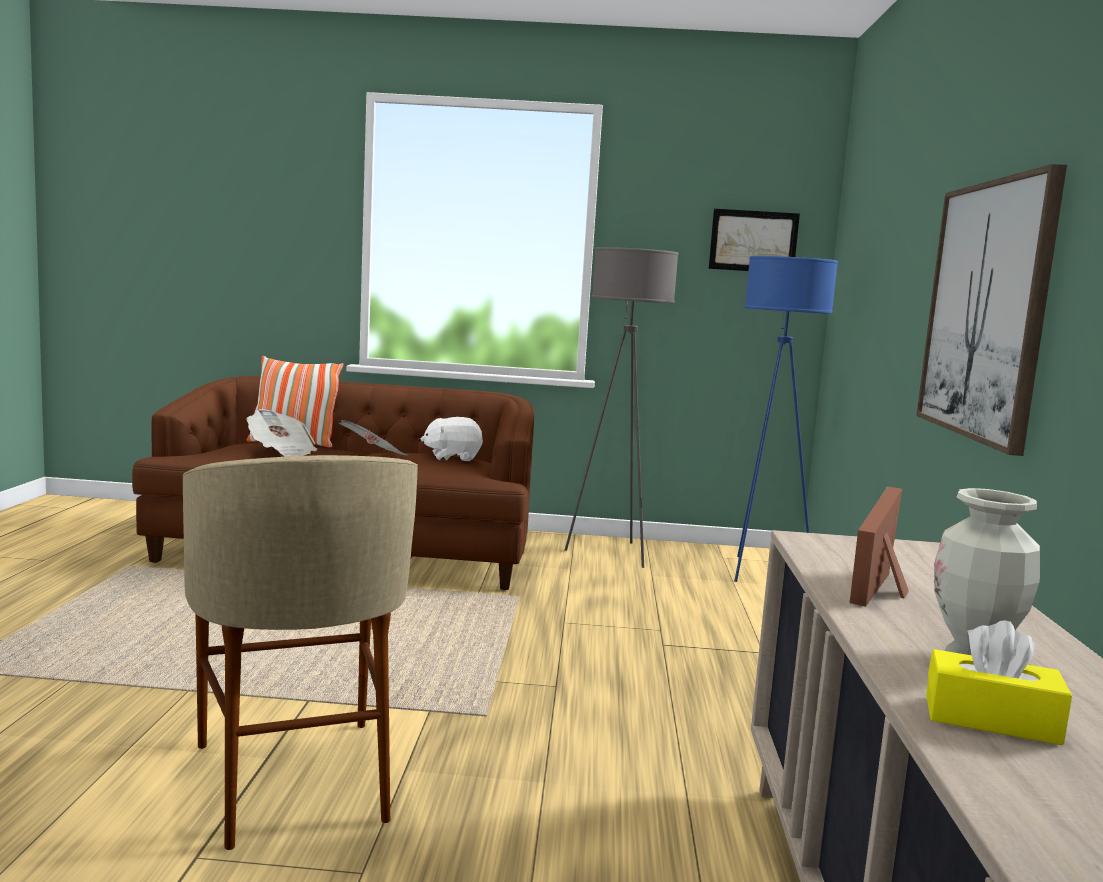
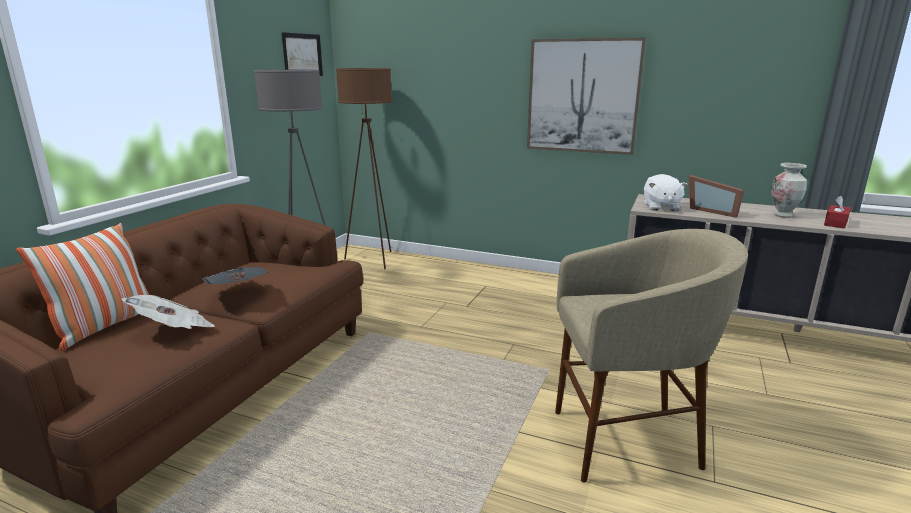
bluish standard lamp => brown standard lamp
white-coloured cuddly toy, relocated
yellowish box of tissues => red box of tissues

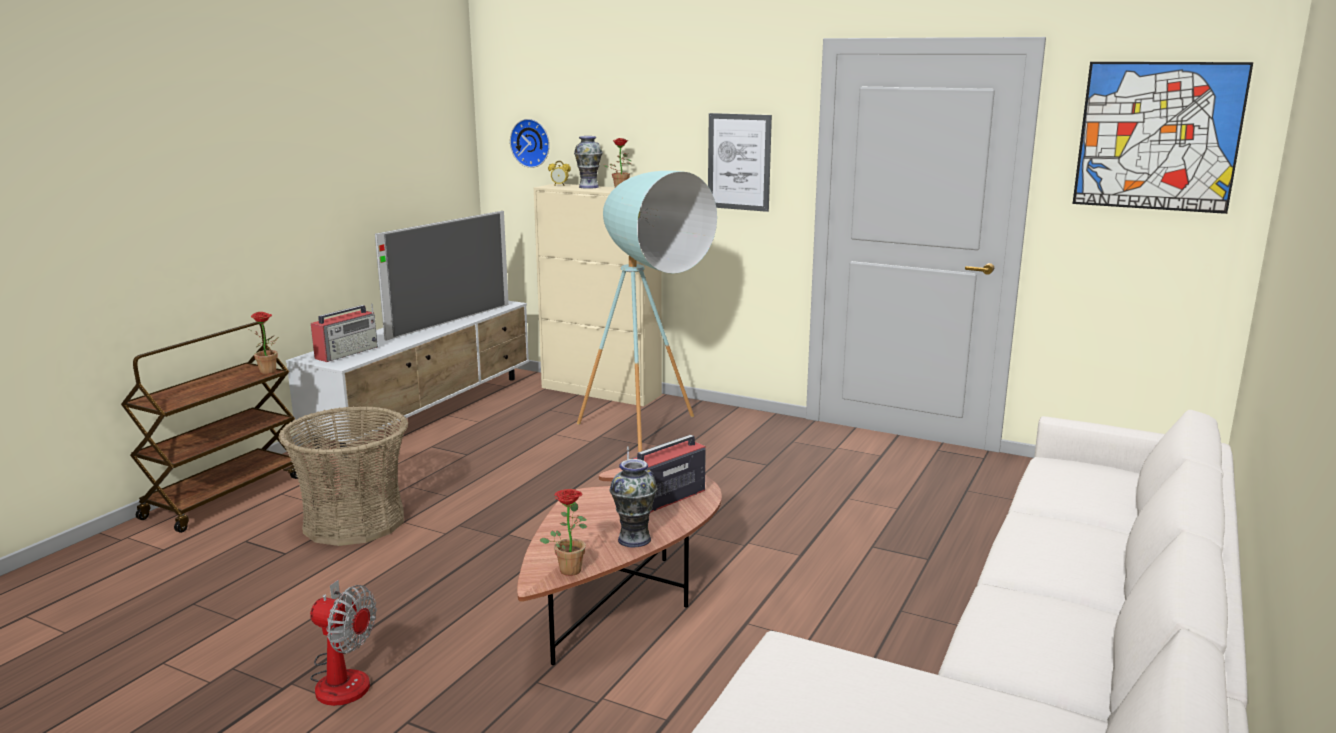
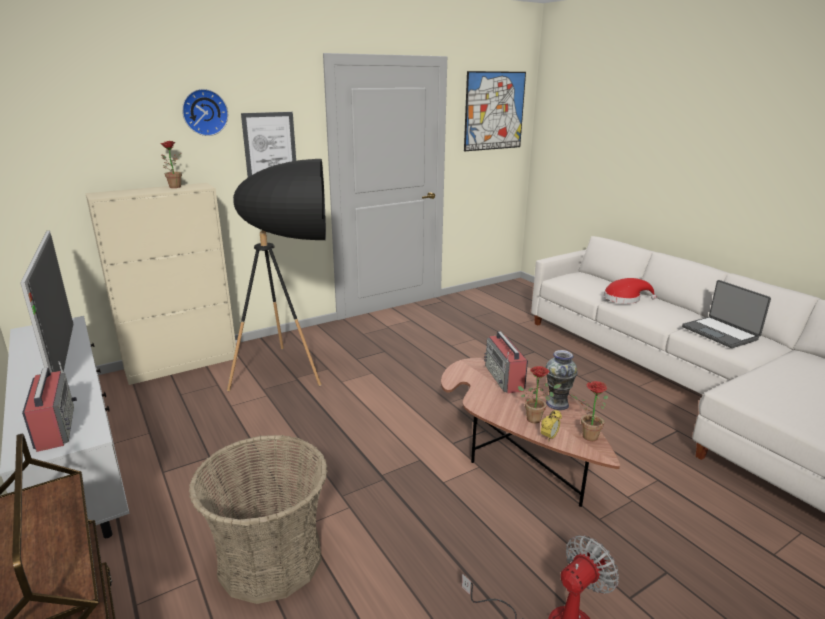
hanging clock, relocated
blue-green standard lamp => black standard lamp
potted plant (no. 1 from left in the first image) => potted plant (no. 2 from left), relocated
table clock, relocated
nothing => red clothing hat
nothing => portable computer
vase (no. 1 from left) => nothing

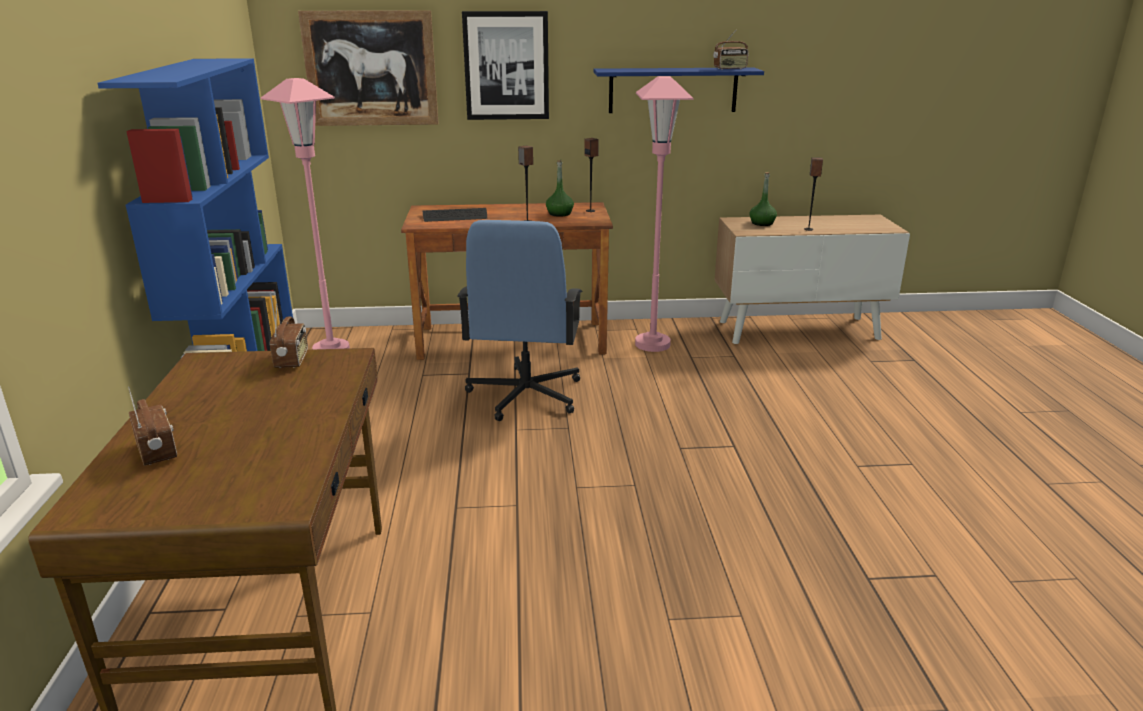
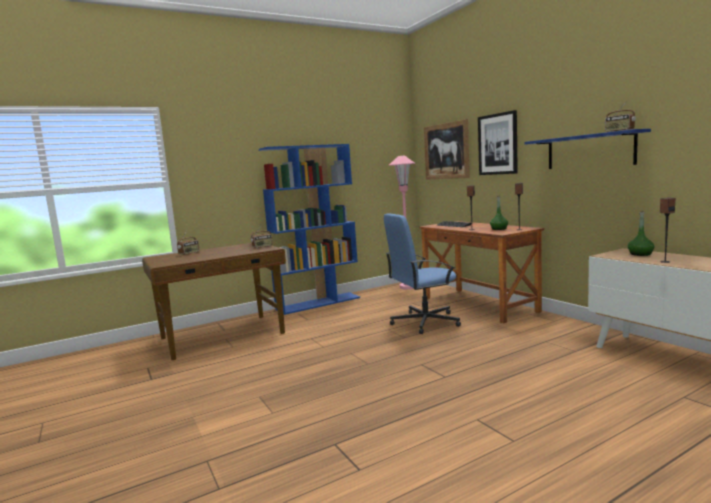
pink-coloured standard lamp (no. 2 from left) => nothing

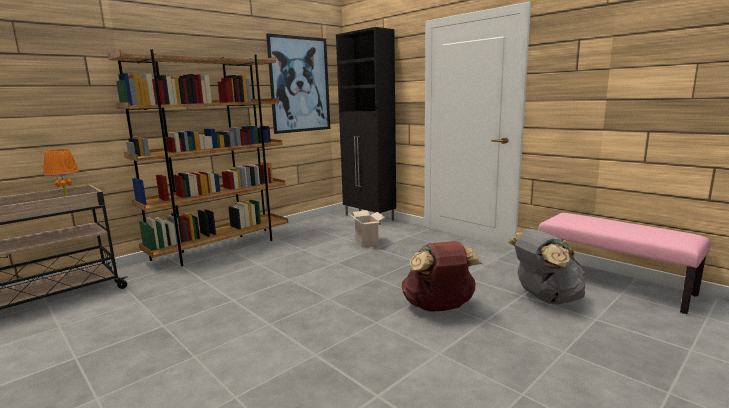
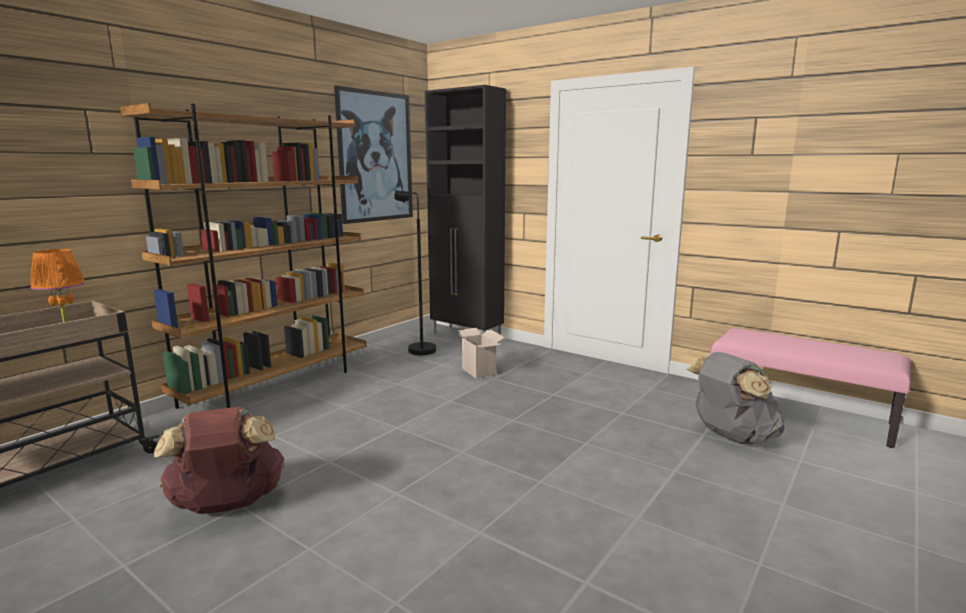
brown rucksack, relocated
nothing => black standard lamp

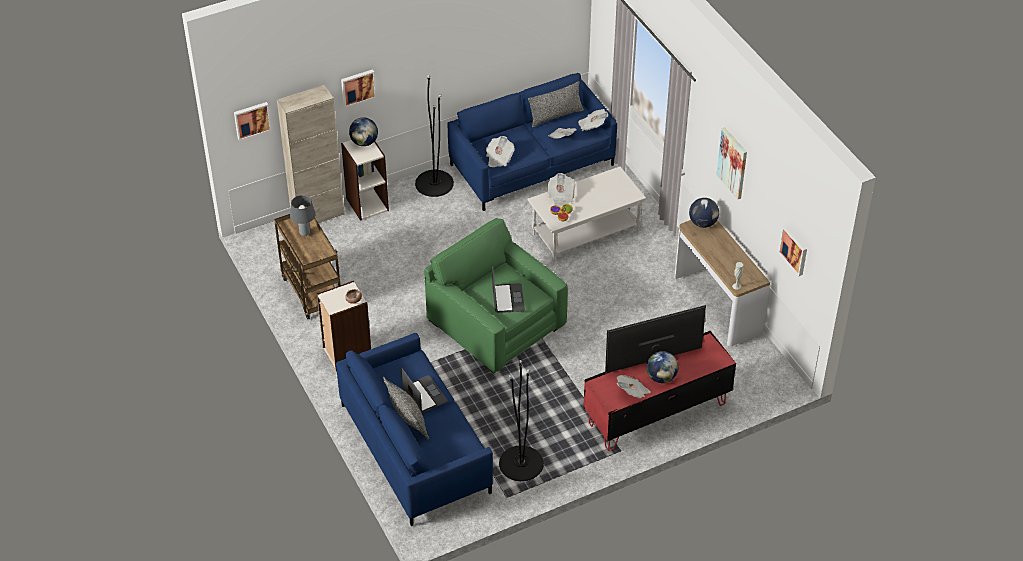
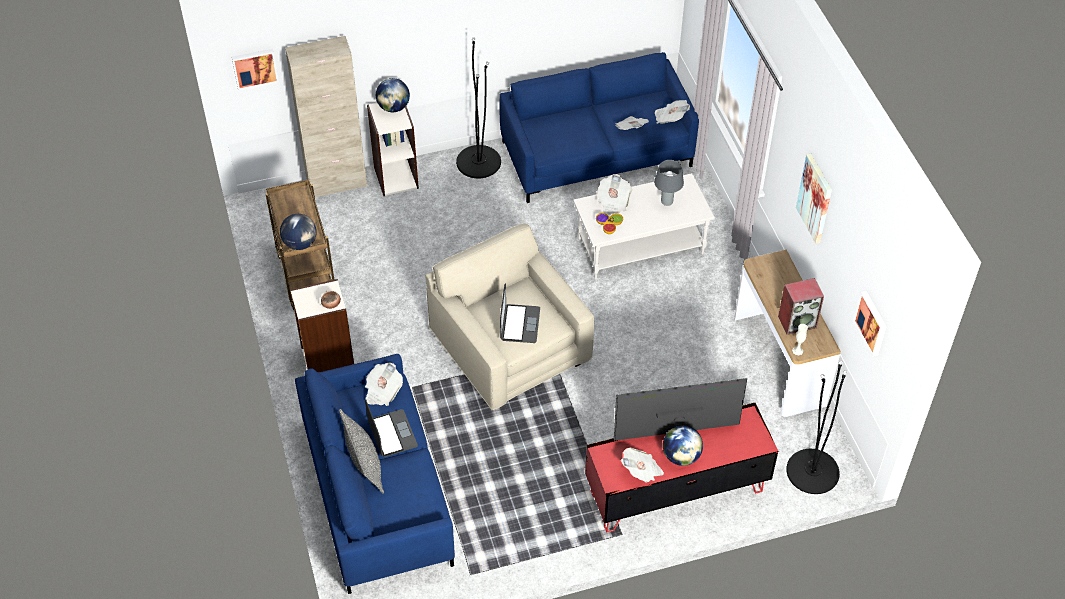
world globe (no. 3 from left in the first image) => world globe (no. 1 from left), relocated
daily paper (no. 1 from left), relocated
green lounge chair => beige-coloured lounge chair
grey tabletop lamp, relocated
nothing => loudspeaker
black standard lamp (no. 2 from left), relocated
wall picture (no. 2 from left) => nothing
grey pillow (no. 2 from left) => nothing

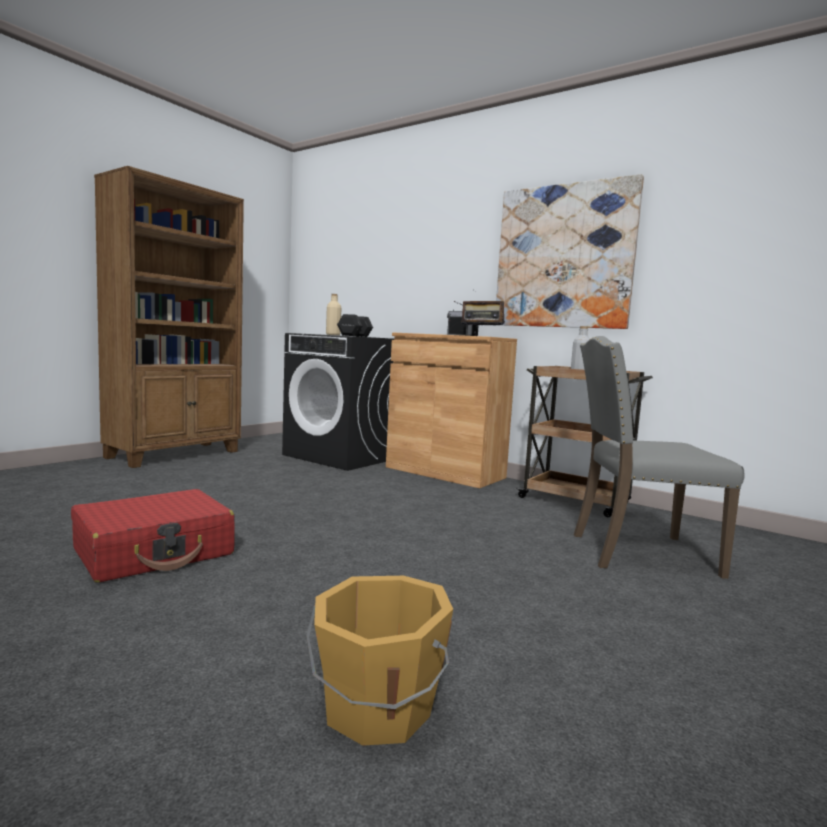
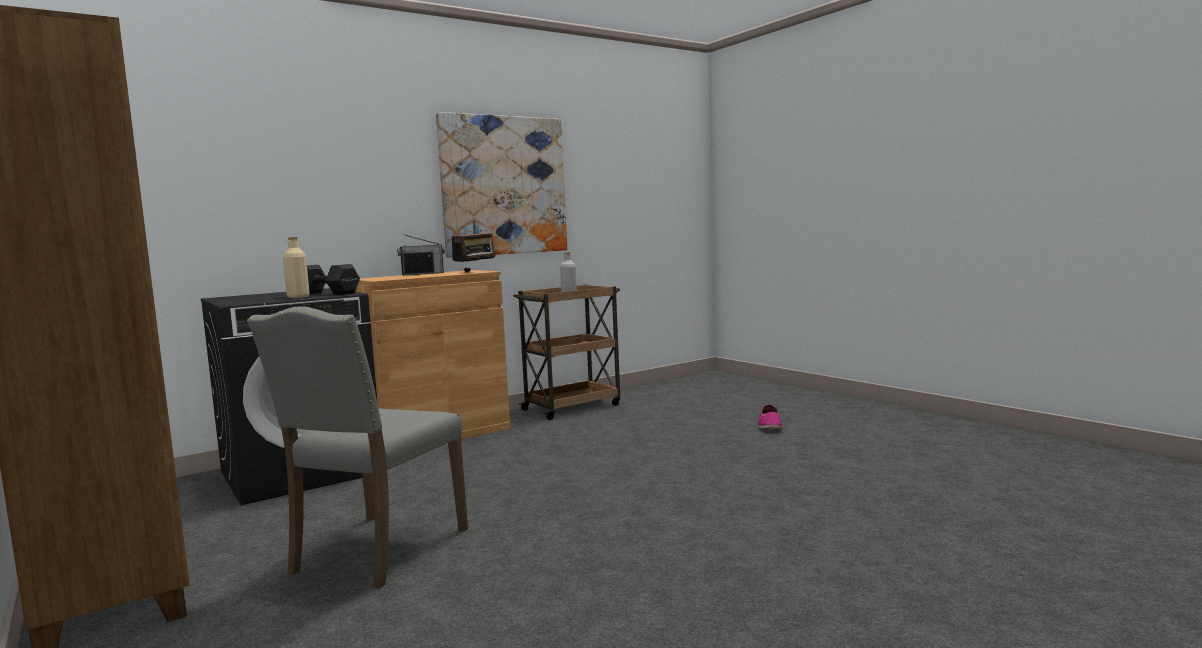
grey plain chair, relocated
nothing => item of footwear
red travel case => nothing
orange-coloured bucket => nothing

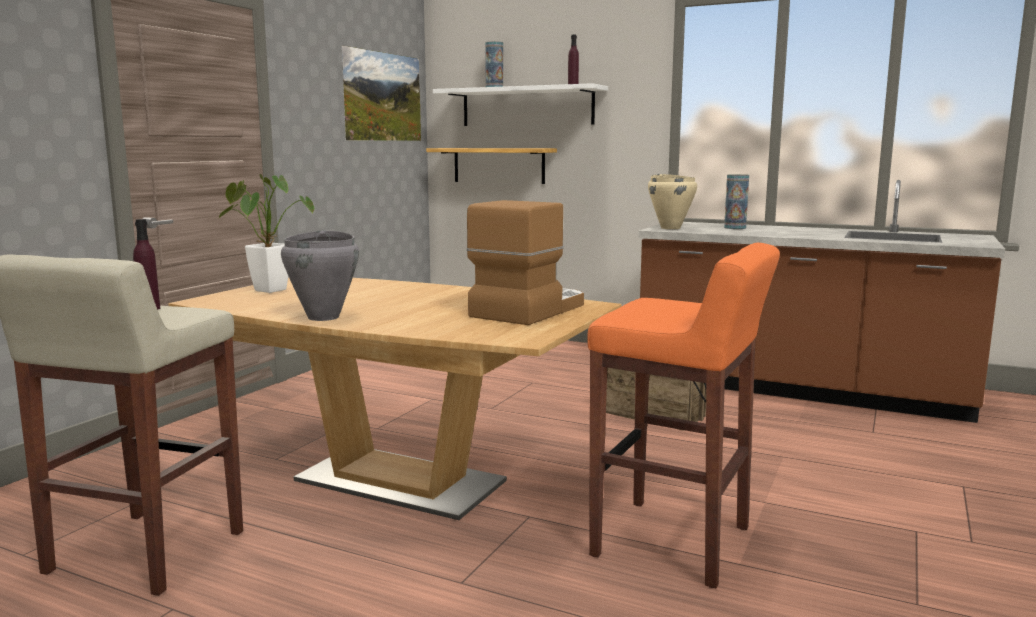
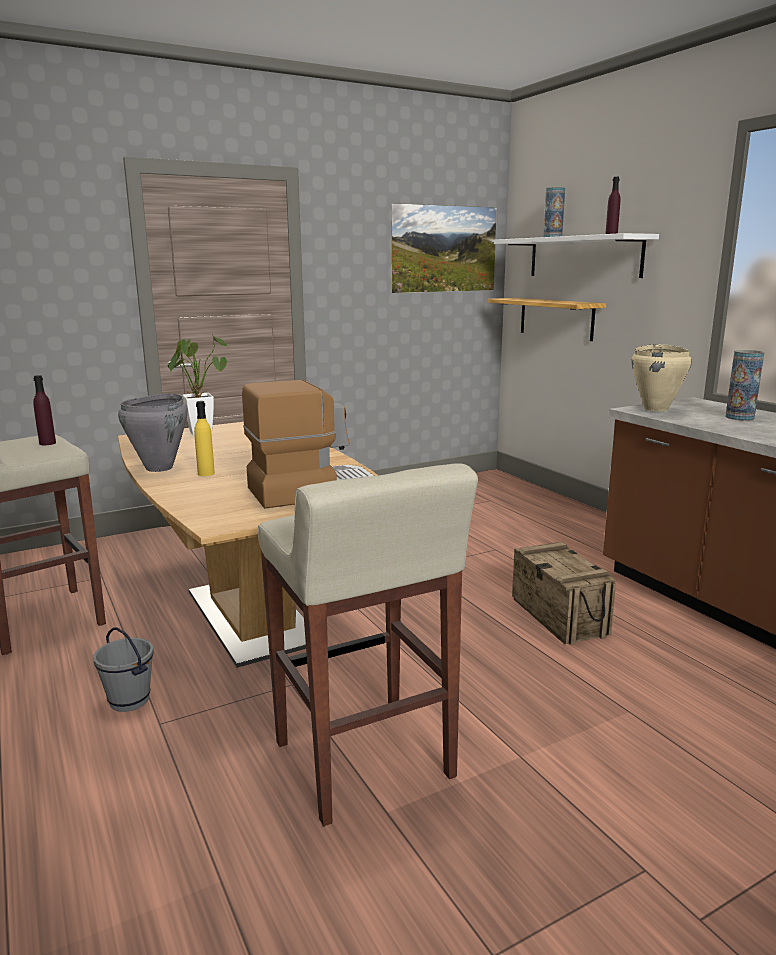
nothing => grey bucket
nothing => yellowish drink bottle
orange-coloured sitting stool => beige-coloured sitting stool (no. 2 from left)

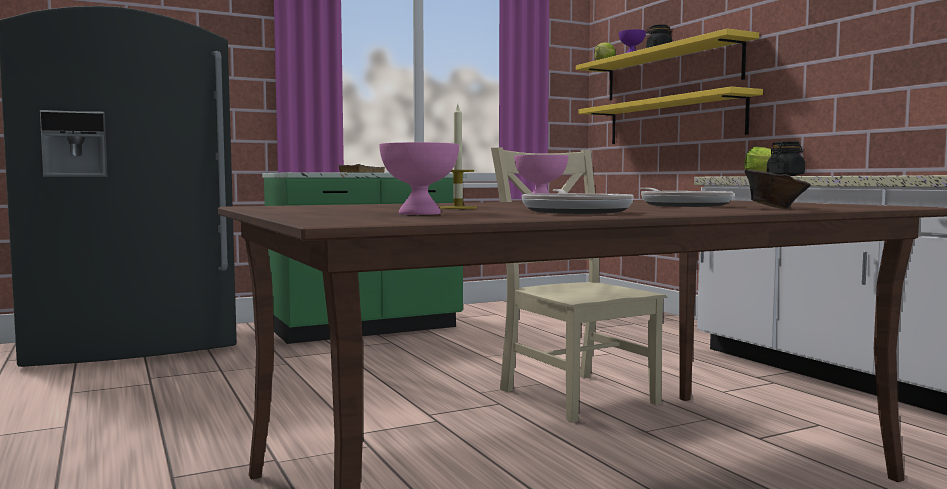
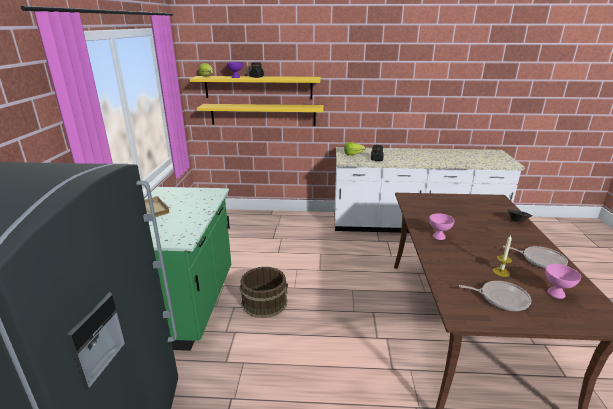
nothing => brown bucket
frying pan (no. 2 from left in the first image) => frying pan (no. 1 from left), relocated
beige-coloured plain chair => nothing

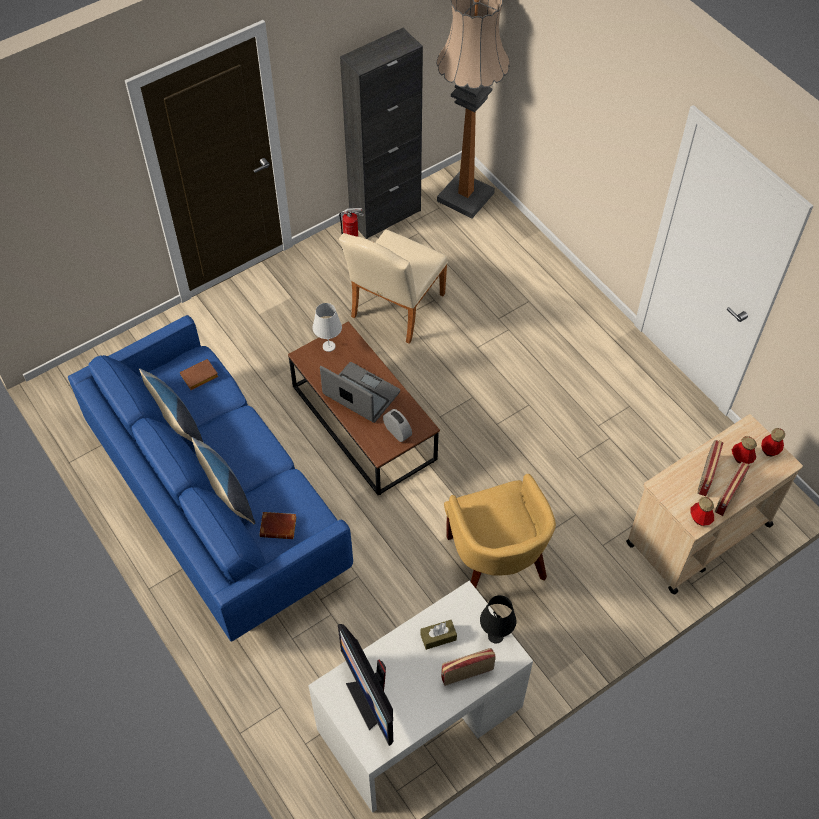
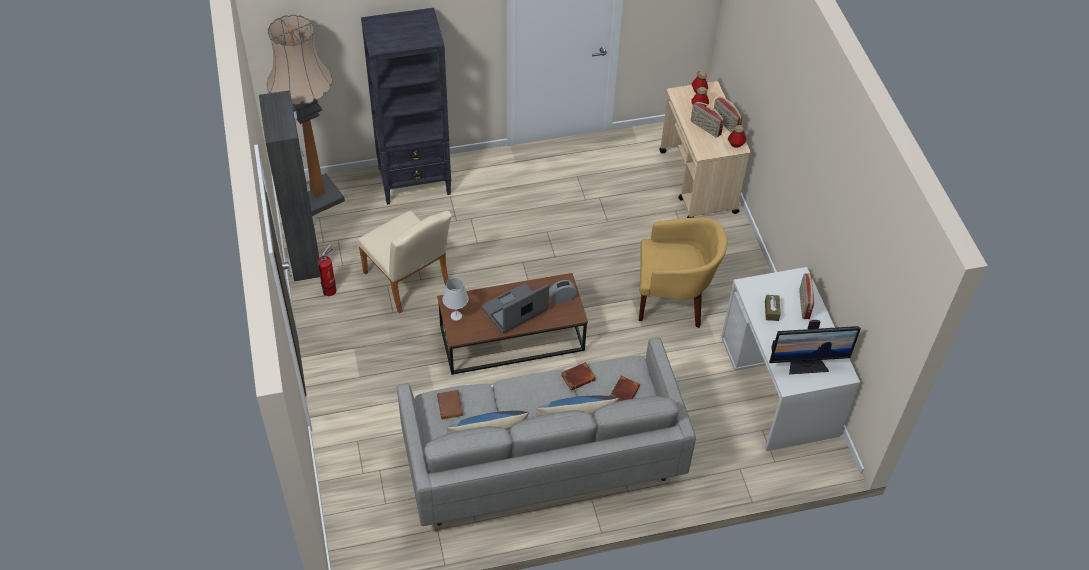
nothing => black bookcase
bluish couch => grey couch
nothing => brown volume (no. 2 from left)
black tabletop lamp => nothing

